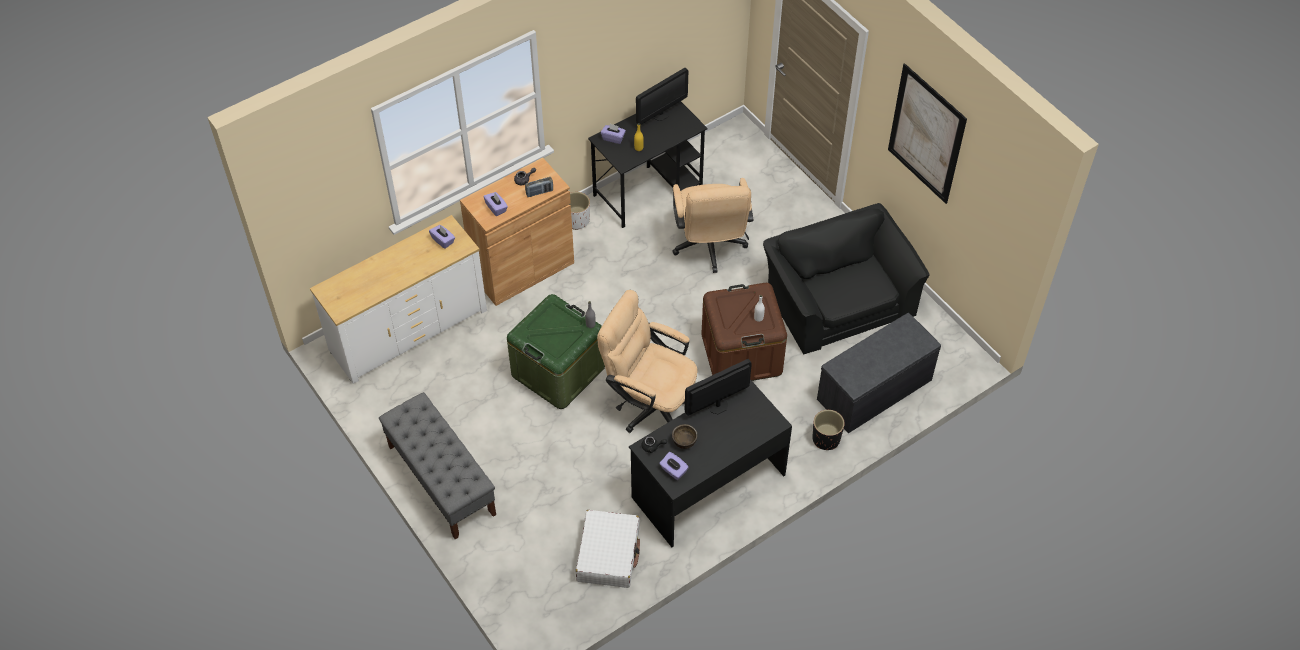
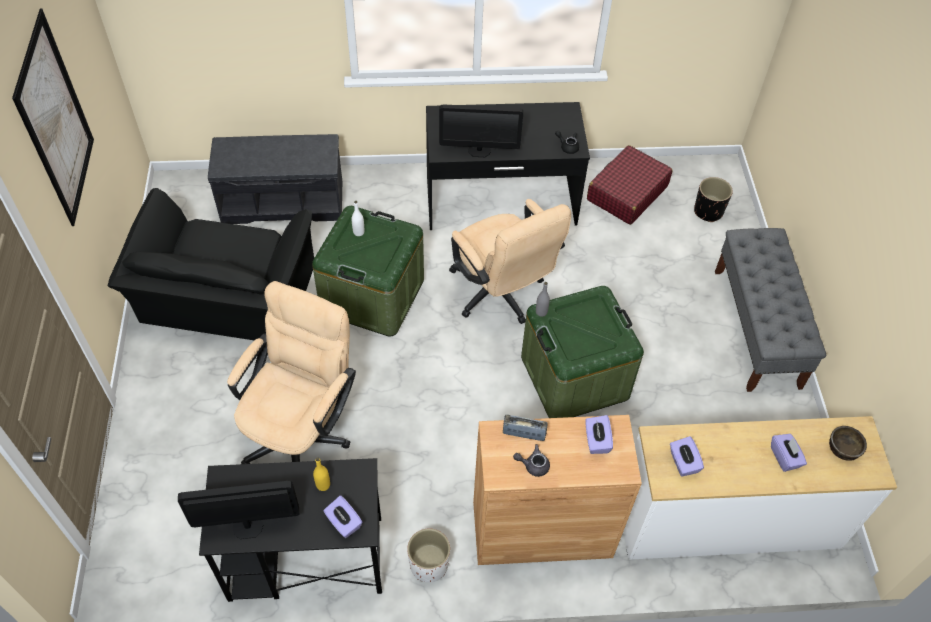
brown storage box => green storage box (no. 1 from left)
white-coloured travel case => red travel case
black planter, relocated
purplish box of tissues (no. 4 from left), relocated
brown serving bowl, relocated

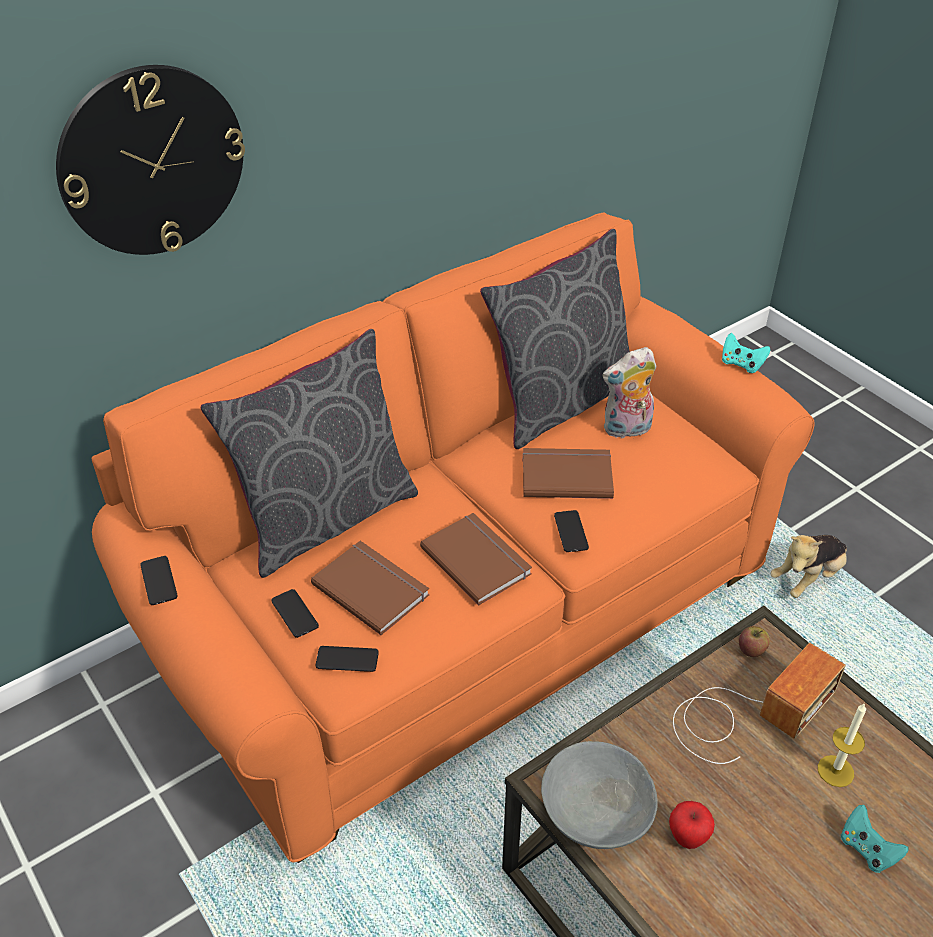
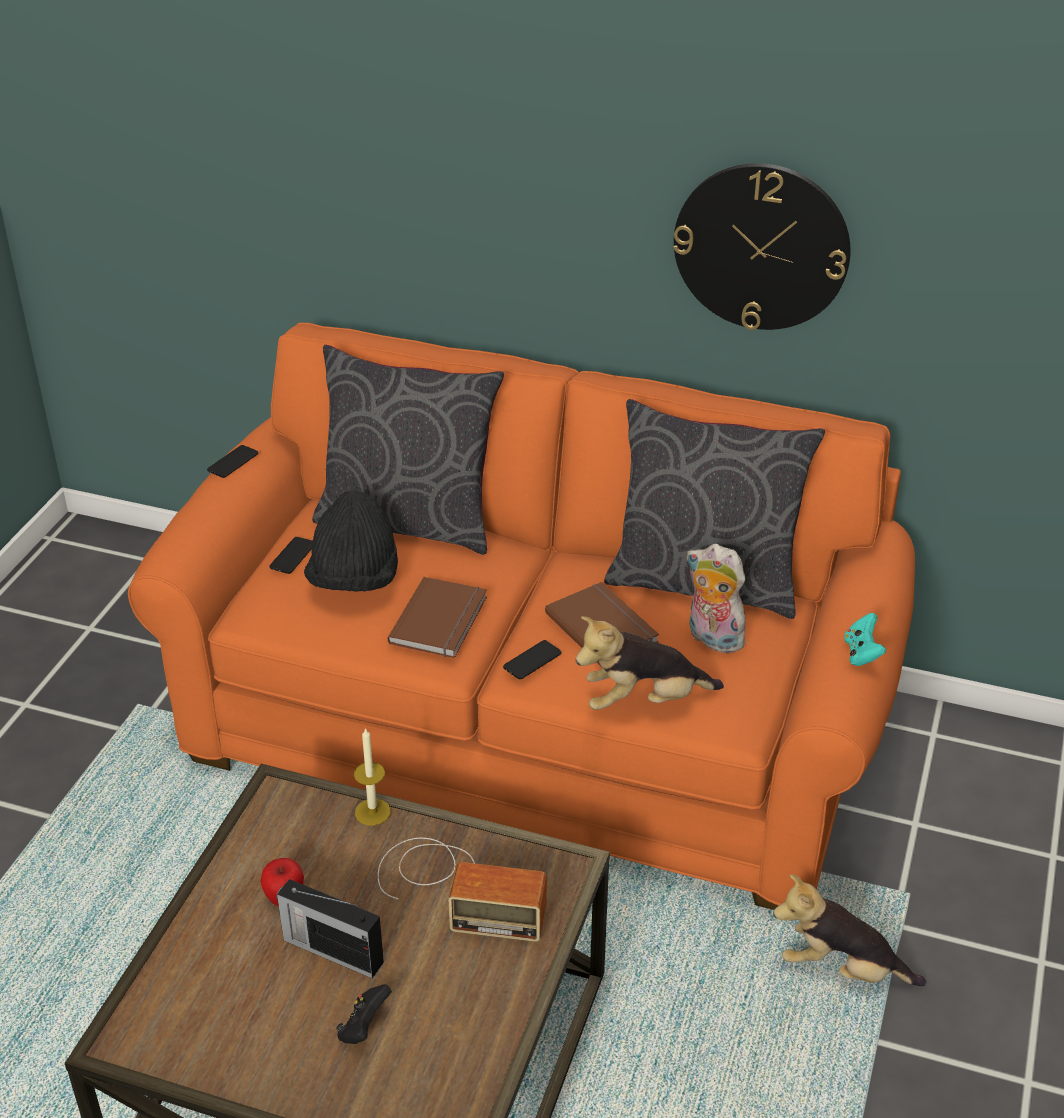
nothing => radio (no. 1 from left)
brown volume (no. 1 from left) => black clothing hat
blue-green game controller (no. 2 from left) => black game controller
candle, relocated
nothing => cuddly toy (no. 1 from left)
hanging clock, relocated
phone (no. 3 from left) => nothing
grey serving bowl => nothing
apple fruit (no. 2 from left) => nothing

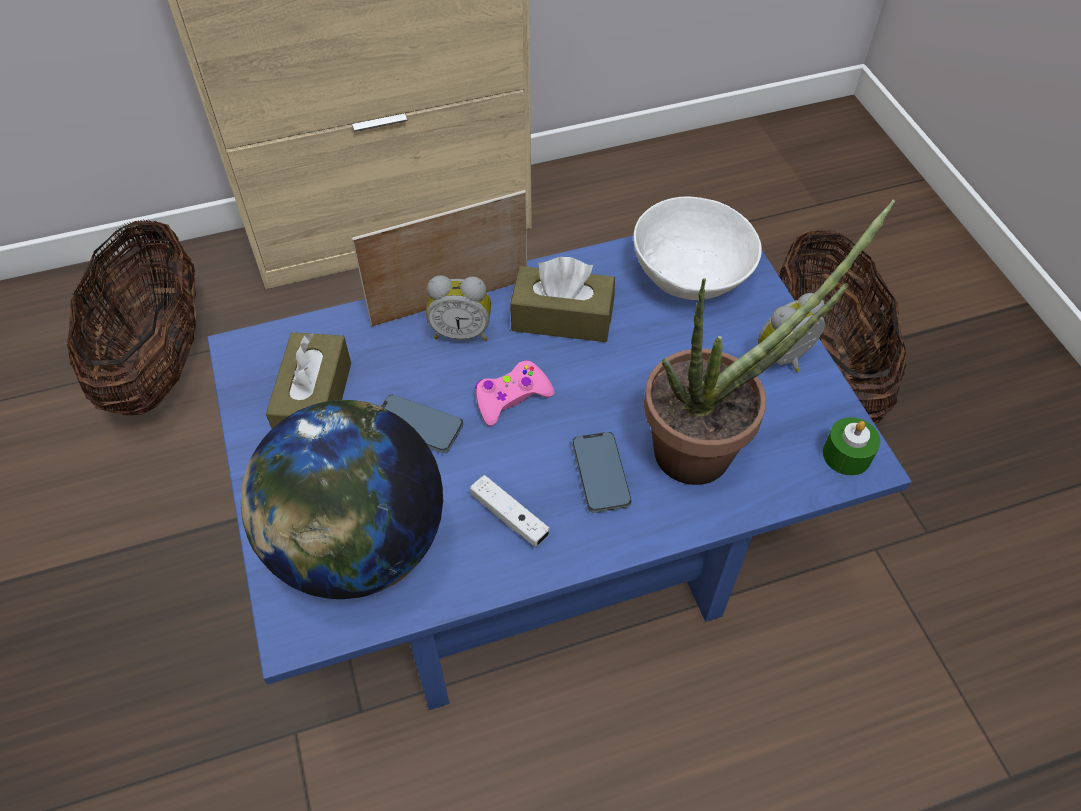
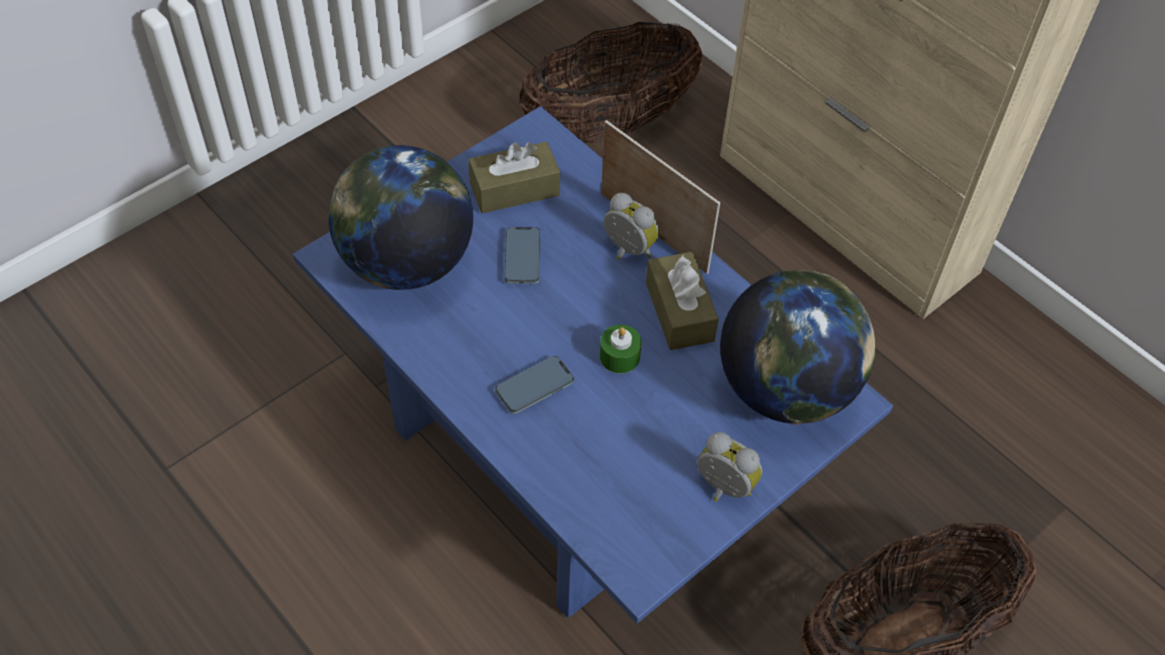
green candle, relocated
table clock (no. 1 from left), 150 degrees clockwise
white-coloured serving bowl => world globe (no. 2 from left)
white-coloured game controller => nothing
pink-coloured game controller => nothing
potted plant => nothing

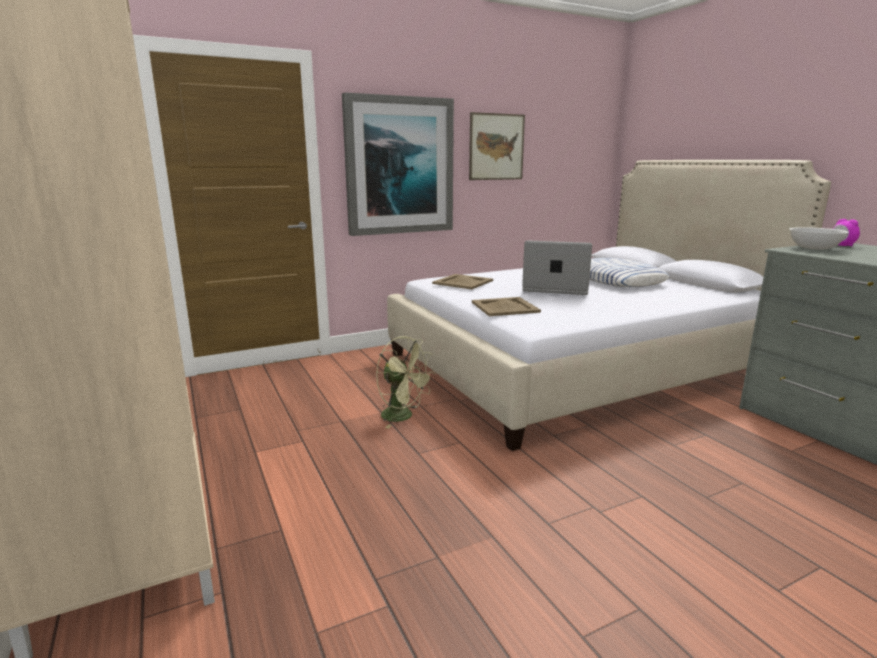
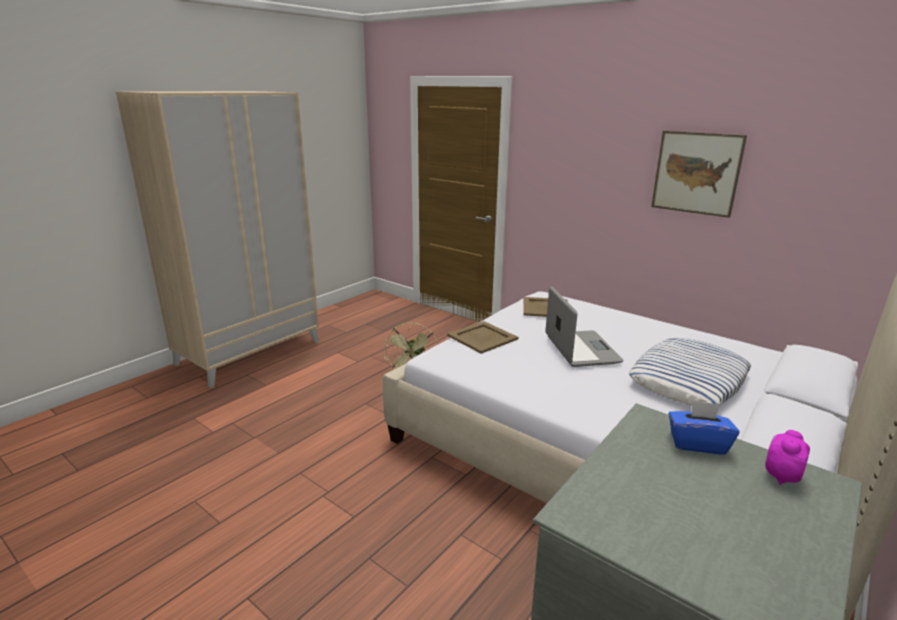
white-coloured serving bowl => bluish box of tissues
wall picture (no. 1 from left) => nothing

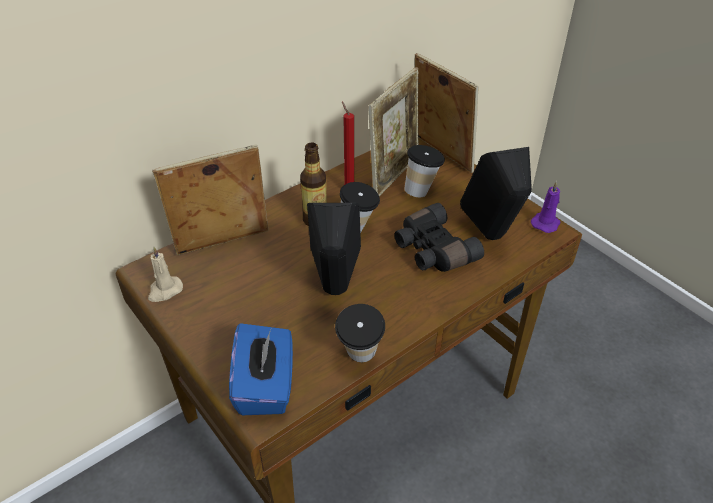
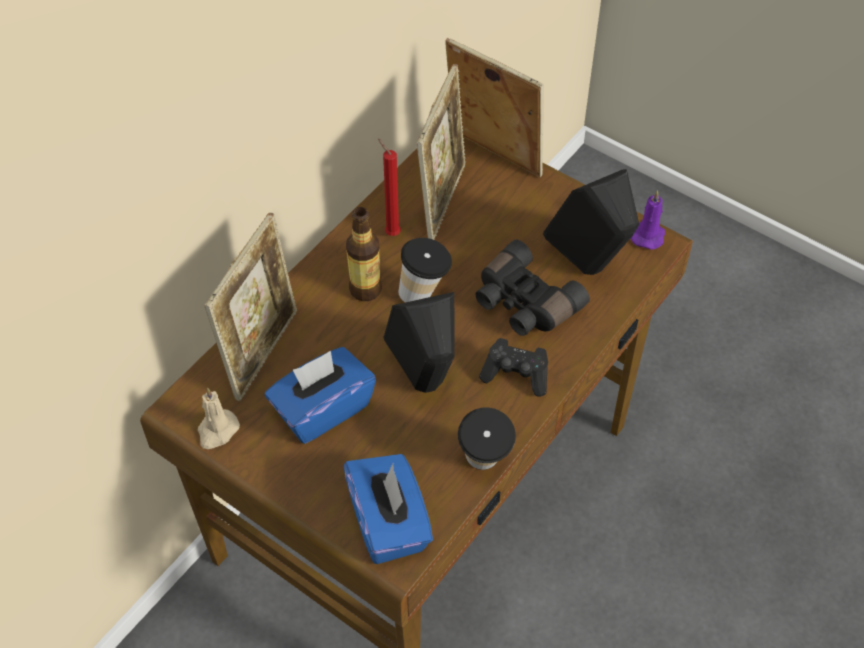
photo frame (no. 1 from left), 150 degrees clockwise
nothing => bluish box of tissues (no. 1 from left)
nothing => black game controller
cup (no. 3 from left) => nothing

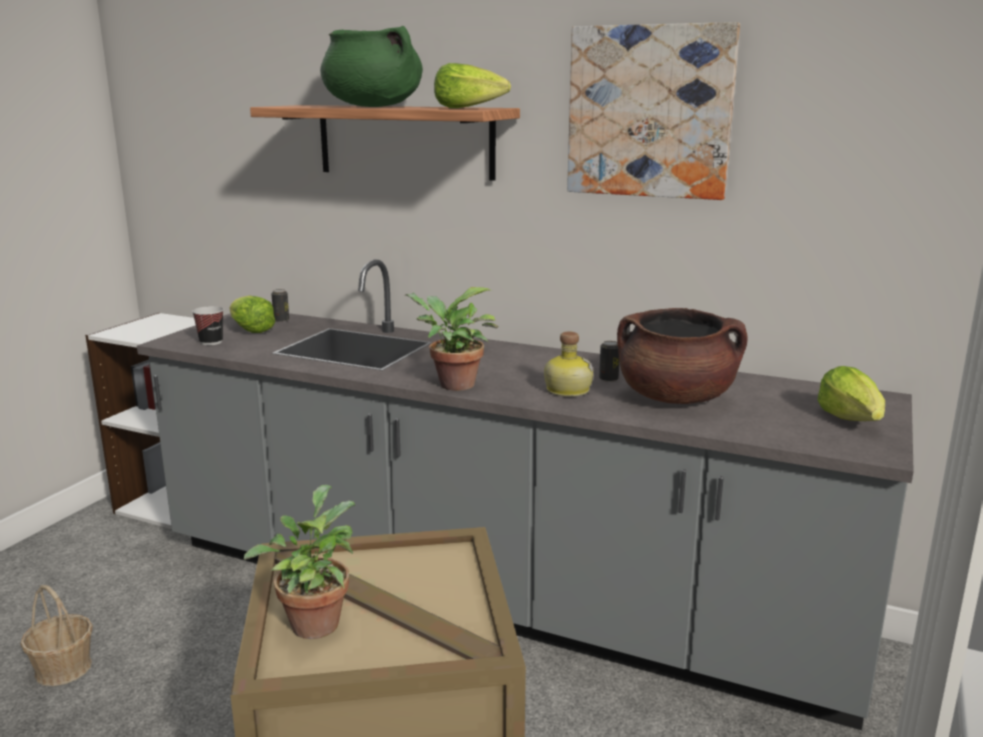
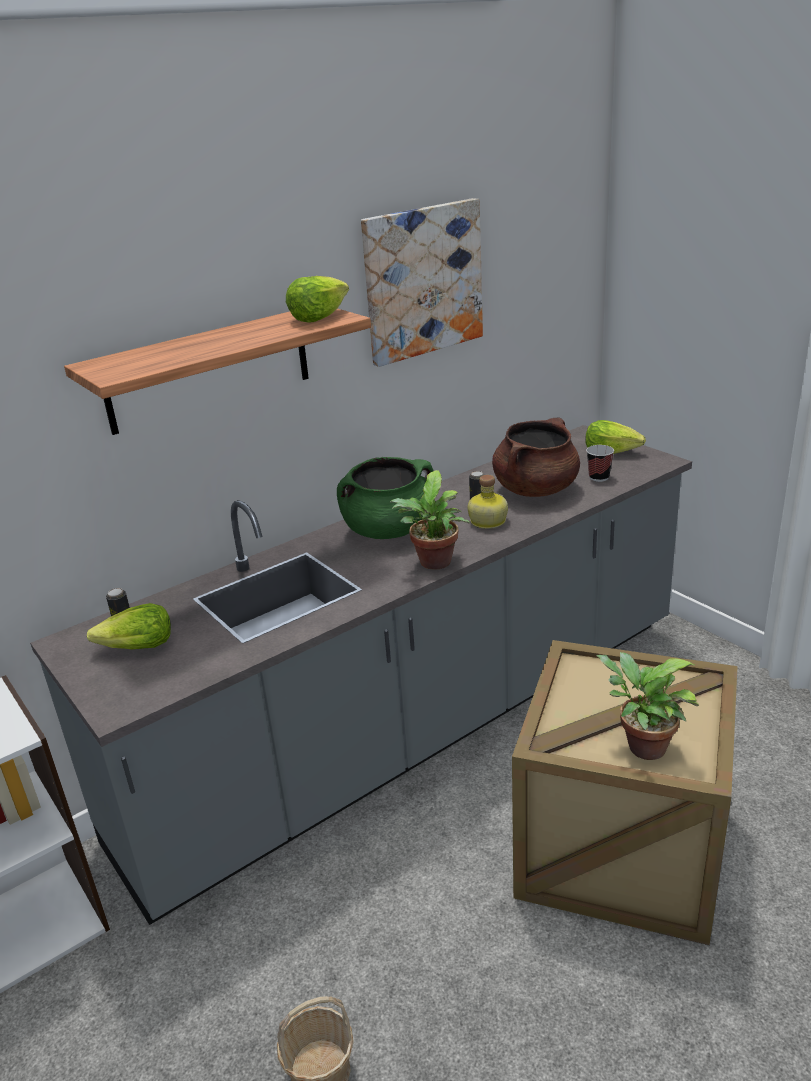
green stockpot, relocated
cup, relocated

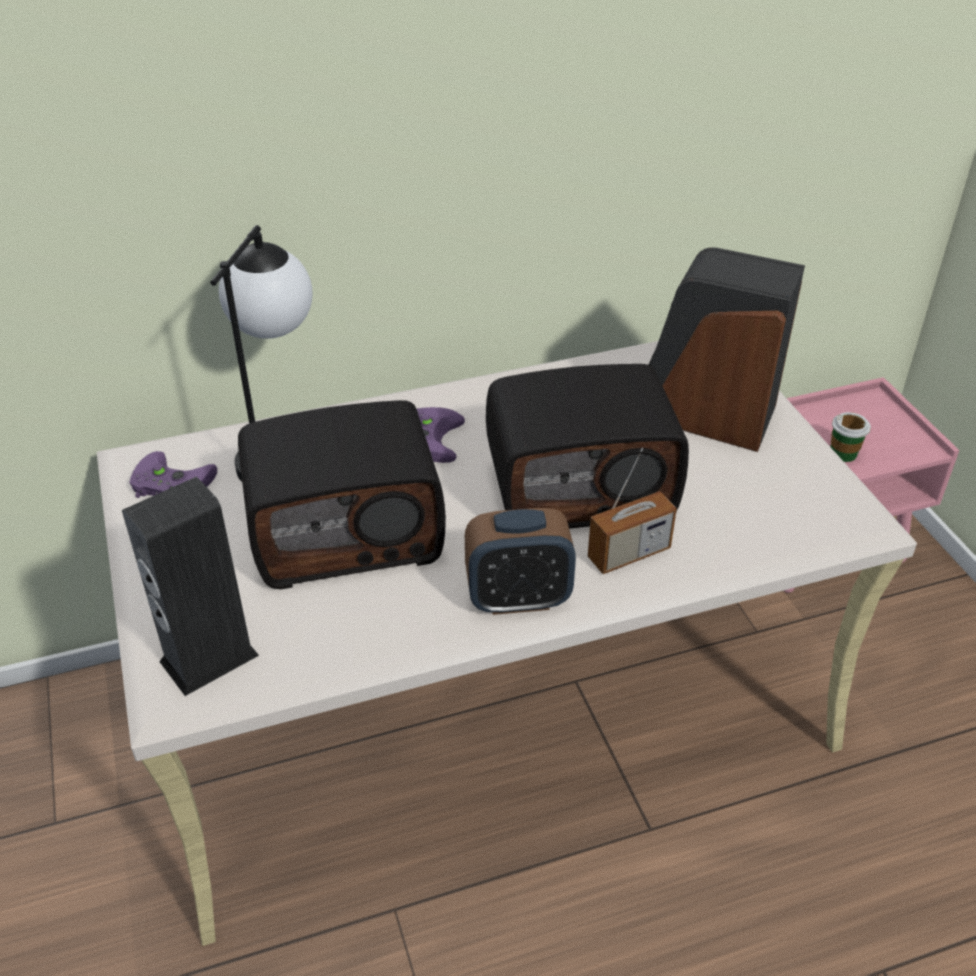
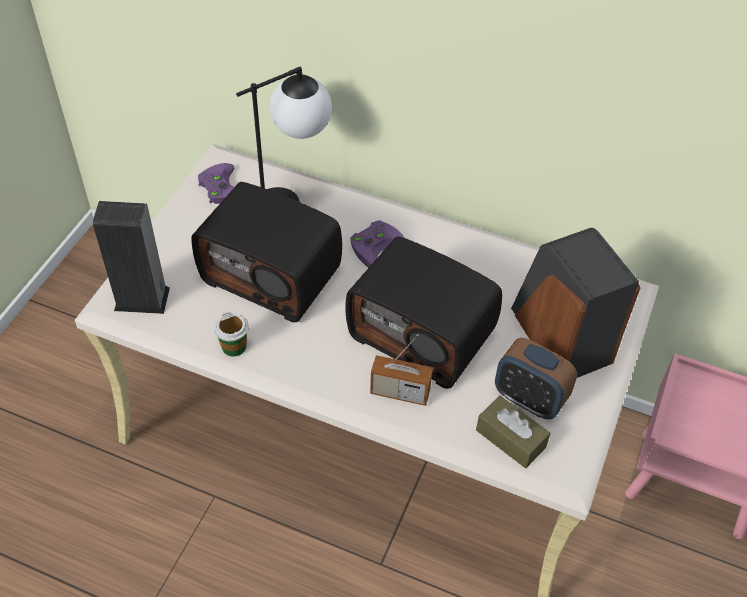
cup, relocated
nothing => brown box of tissues
table clock, relocated

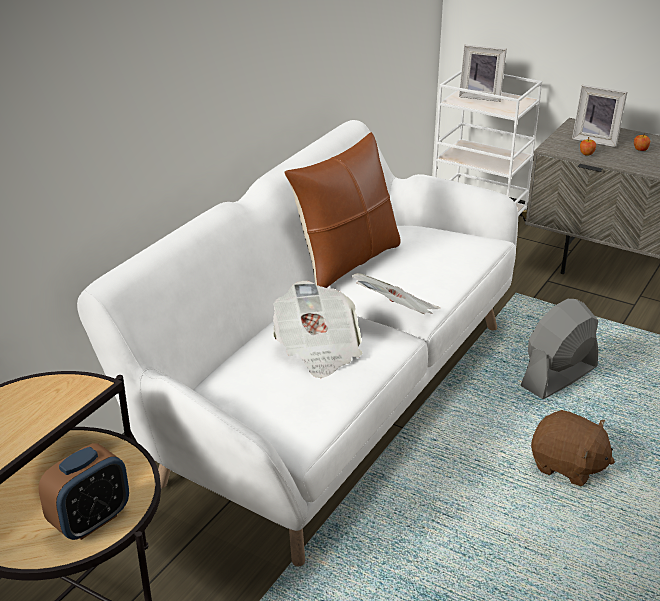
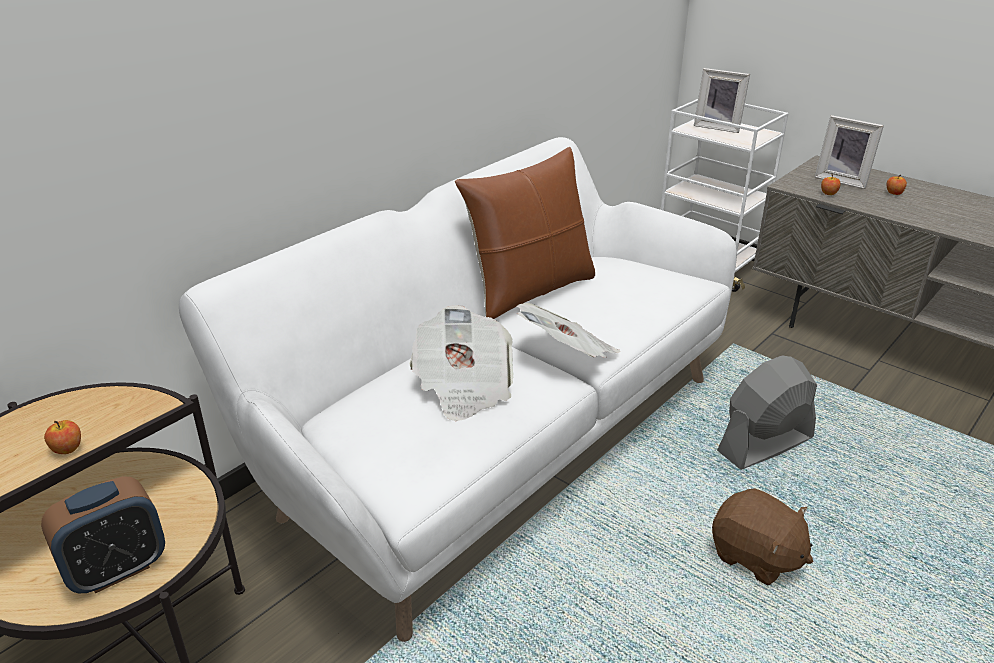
nothing => apple fruit (no. 1 from left)

